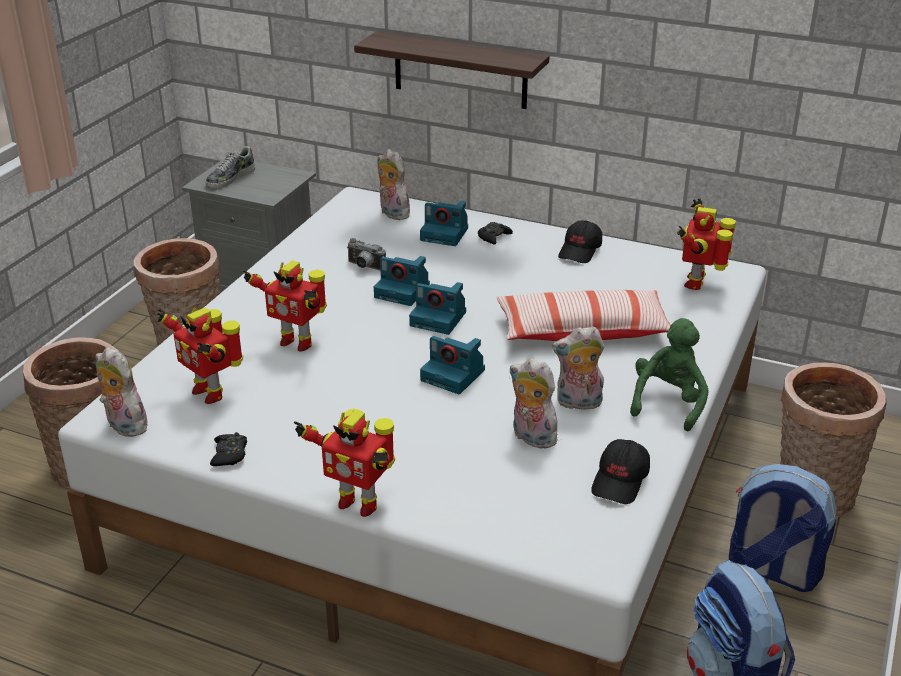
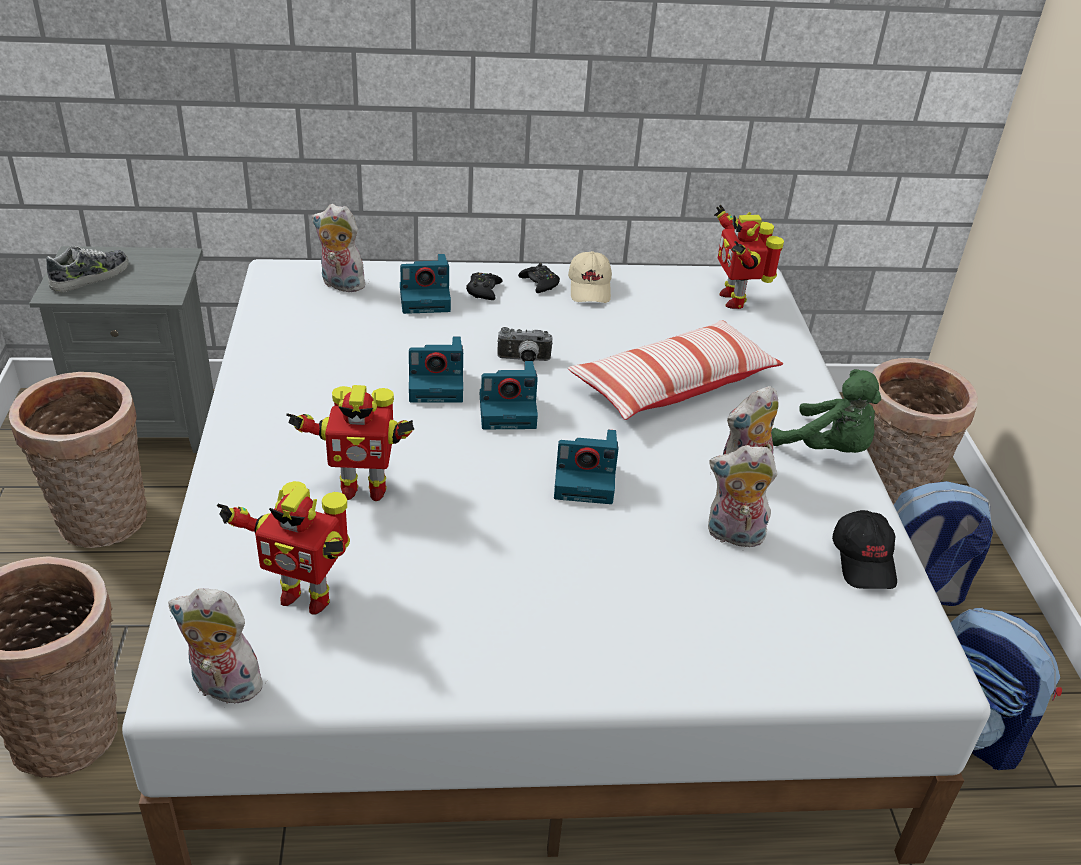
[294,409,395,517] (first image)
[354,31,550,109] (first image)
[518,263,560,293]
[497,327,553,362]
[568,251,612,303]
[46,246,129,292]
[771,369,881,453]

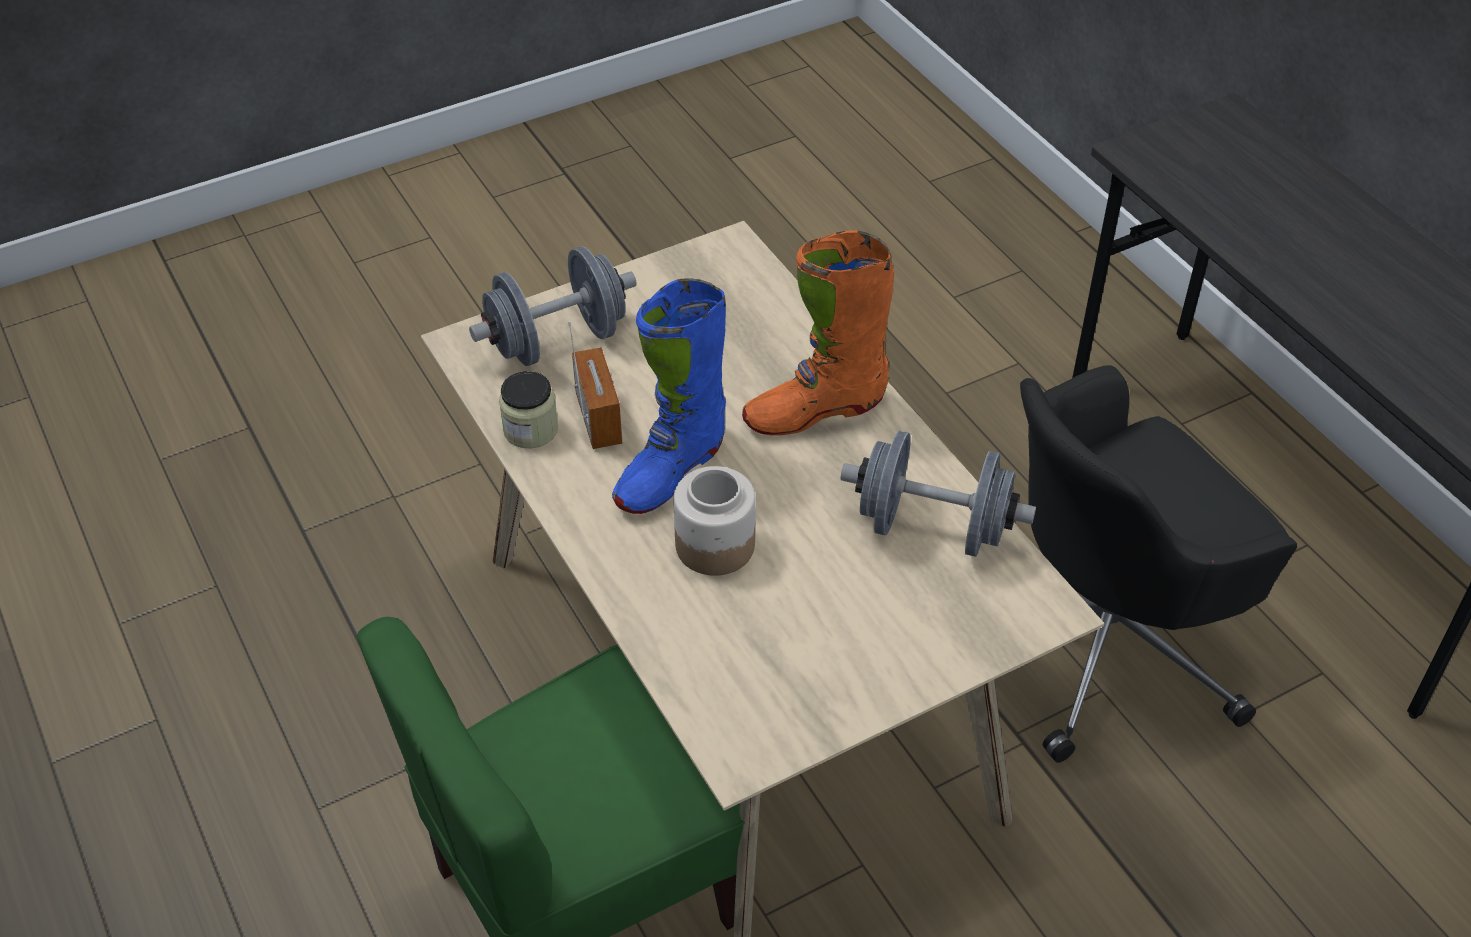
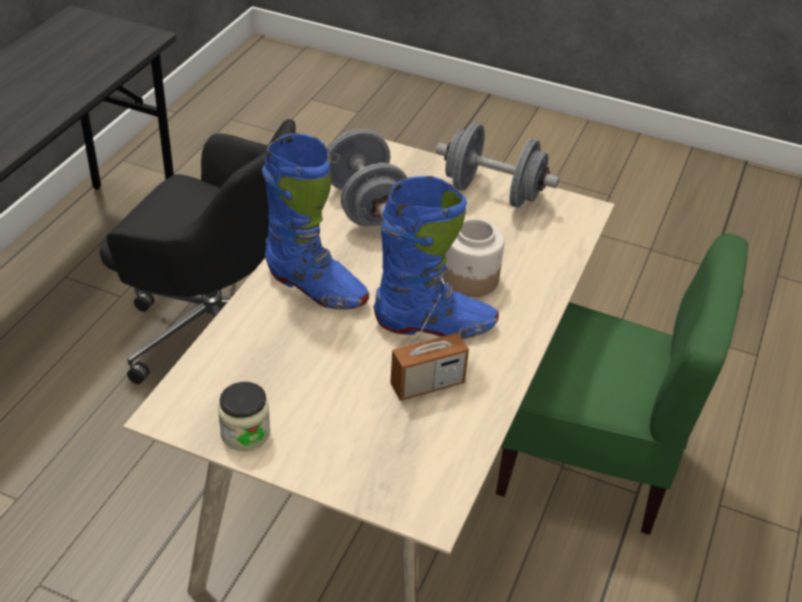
[436,123,559,208]
[218,382,270,451]
[262,133,369,309]
[390,294,469,401]

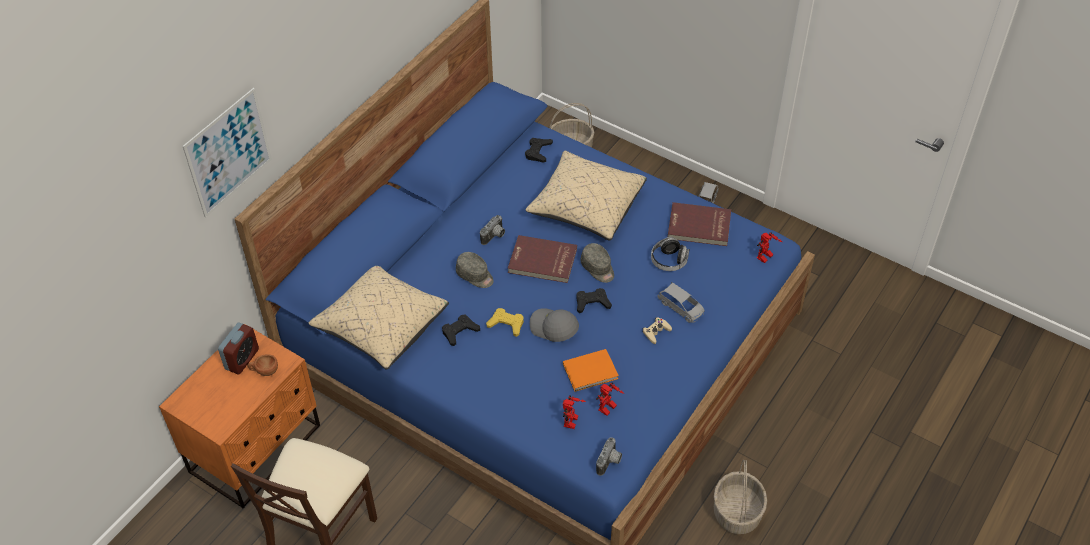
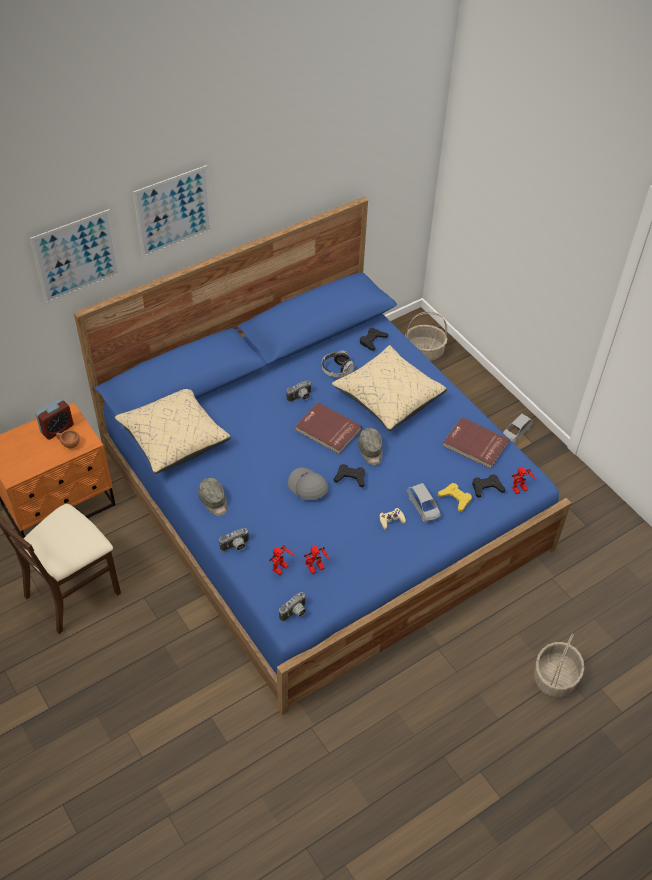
[563,349,619,392] (first image)
[133,165,212,258]
[219,528,249,551]
[472,474,506,498]
[198,478,228,516]
[438,483,472,512]
[322,350,355,377]
[534,633,584,697]

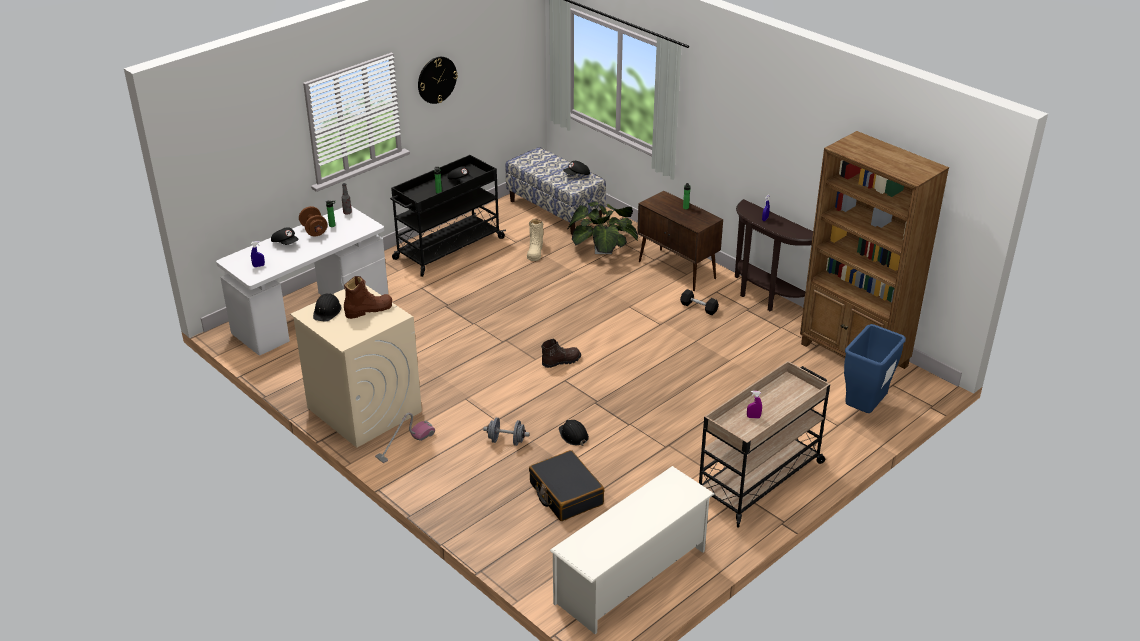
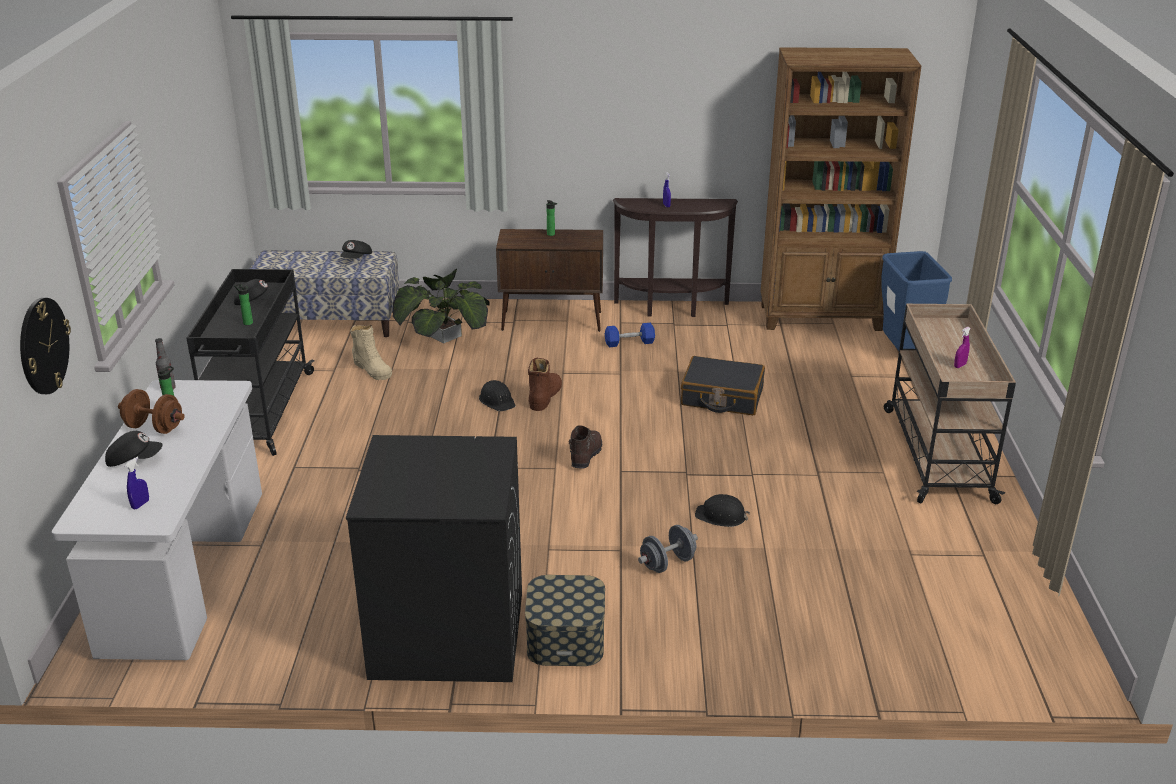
[549,466,714,634] (first image)
[479,380,516,411]
[528,358,562,411]
[20,298,71,394]
[681,356,765,415]
[525,575,605,666]
[346,435,522,682]
[605,323,655,347]

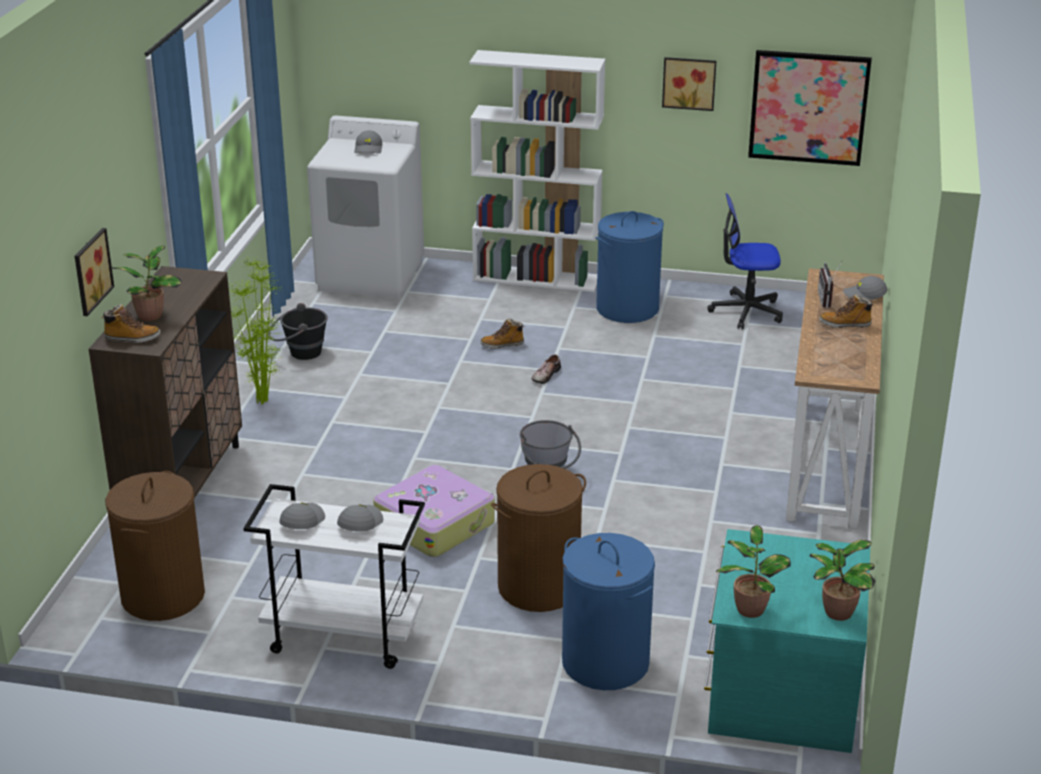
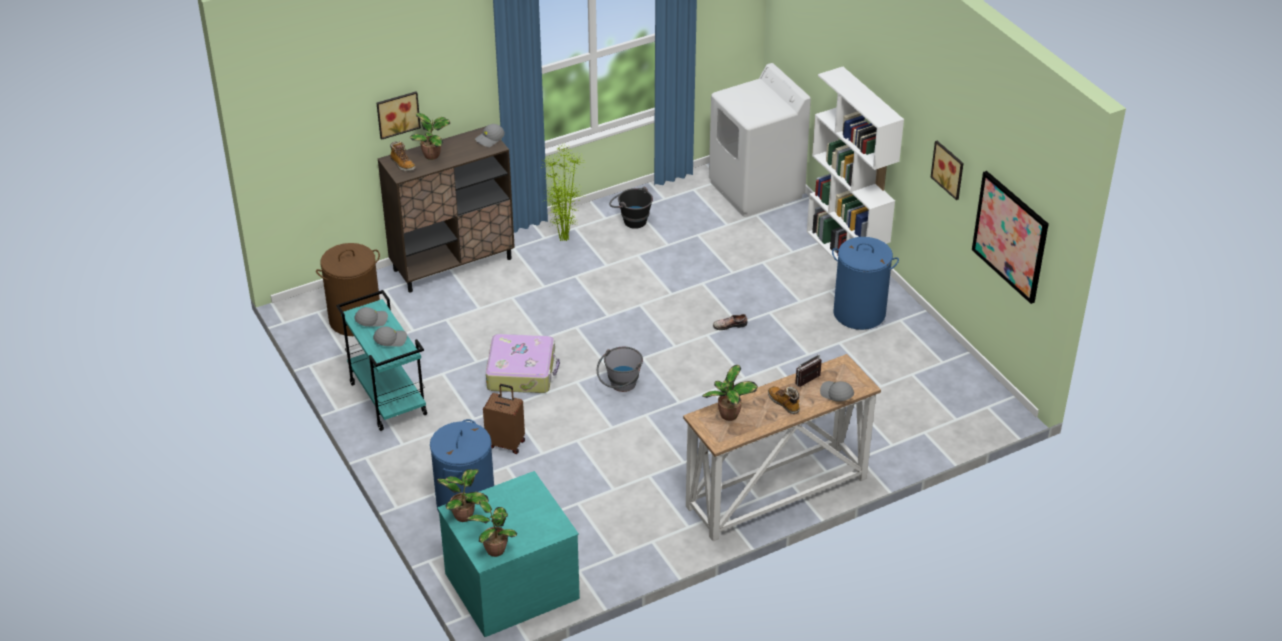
[480,318,524,349] (first image)
[707,193,783,329] (first image)
[702,365,758,421]
[475,124,504,147]
[483,384,525,454]
[336,290,427,431]

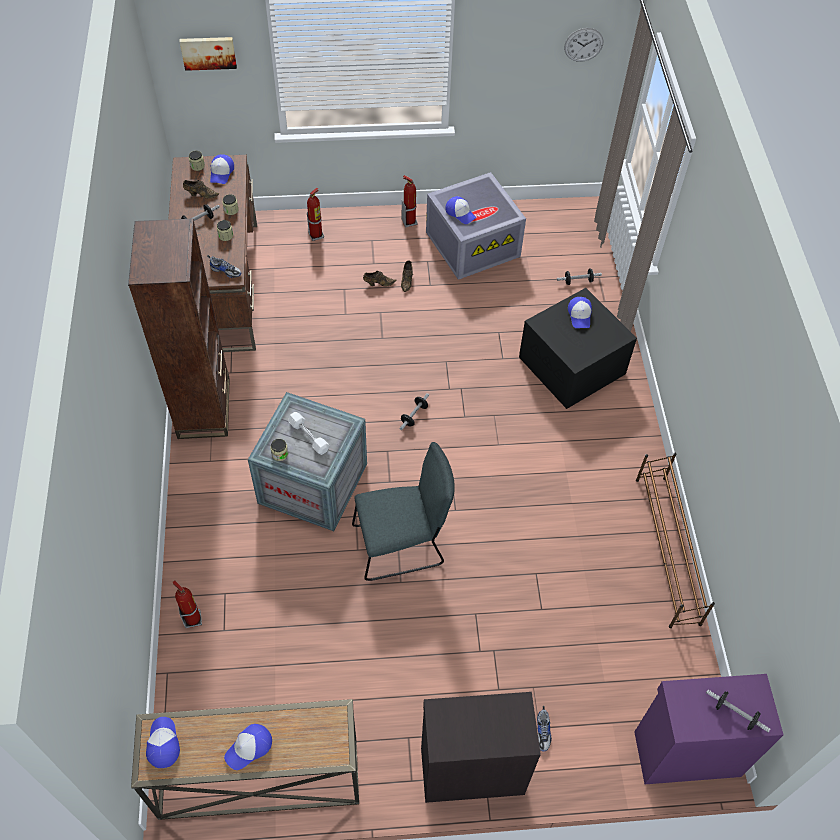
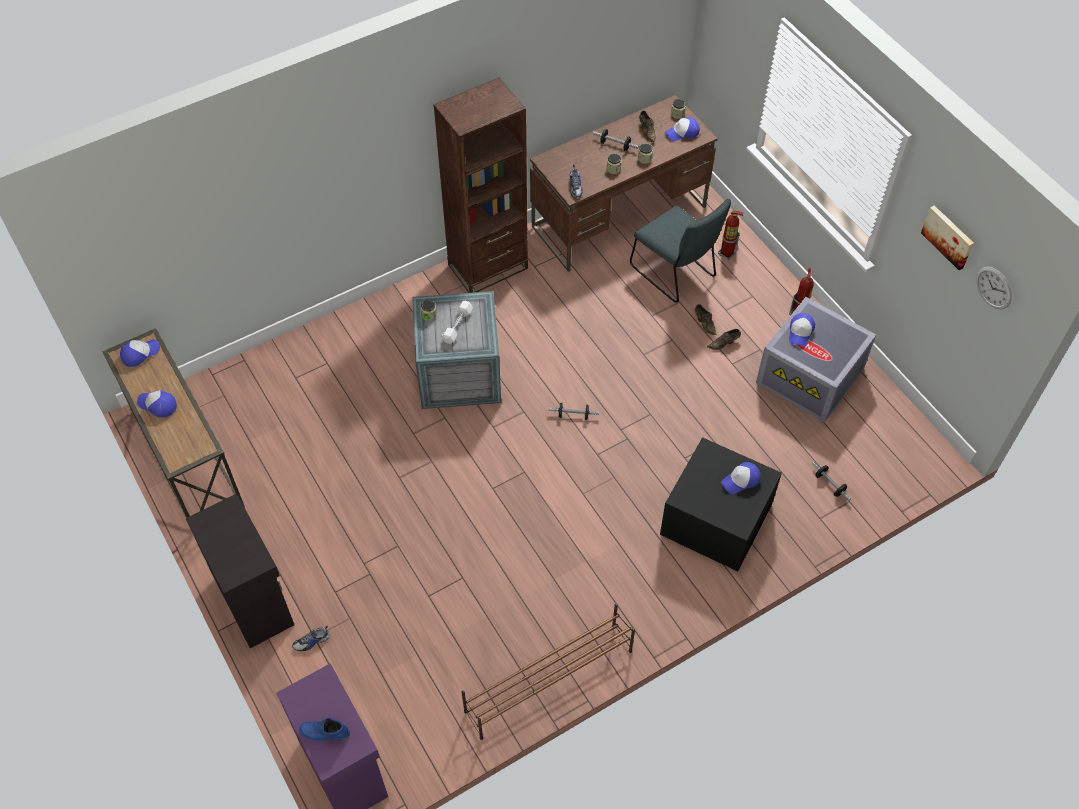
[172,580,202,628] (first image)
[921,205,974,270]
[630,199,731,303]
[299,718,350,741]

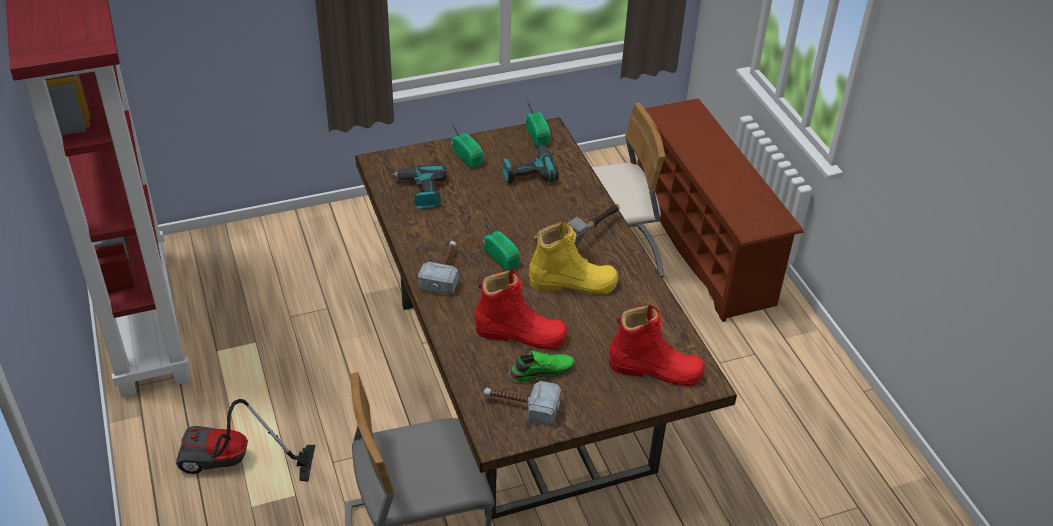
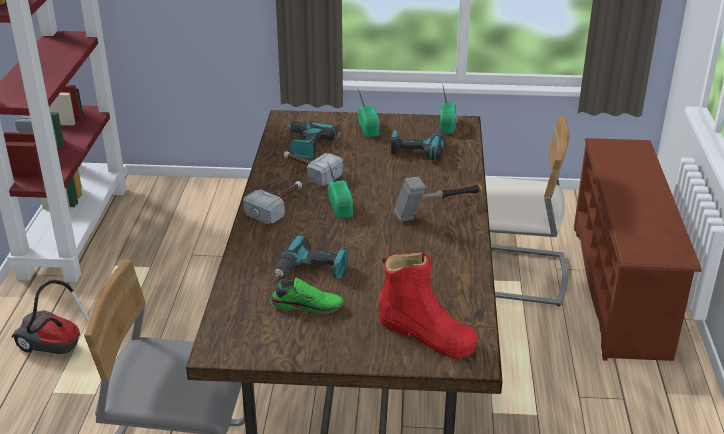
[529,222,618,294] (first image)
[284,151,343,186]
[274,235,347,279]

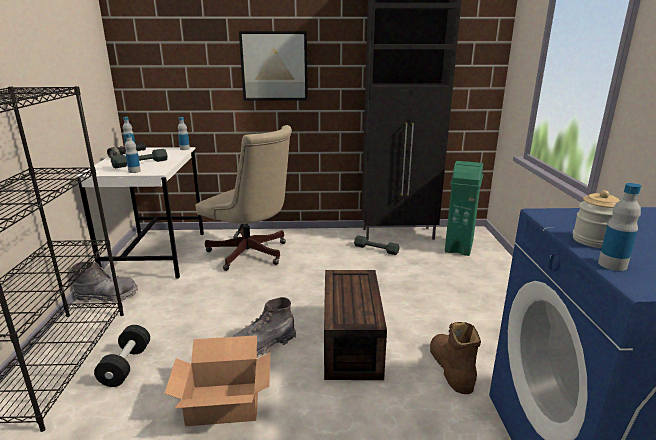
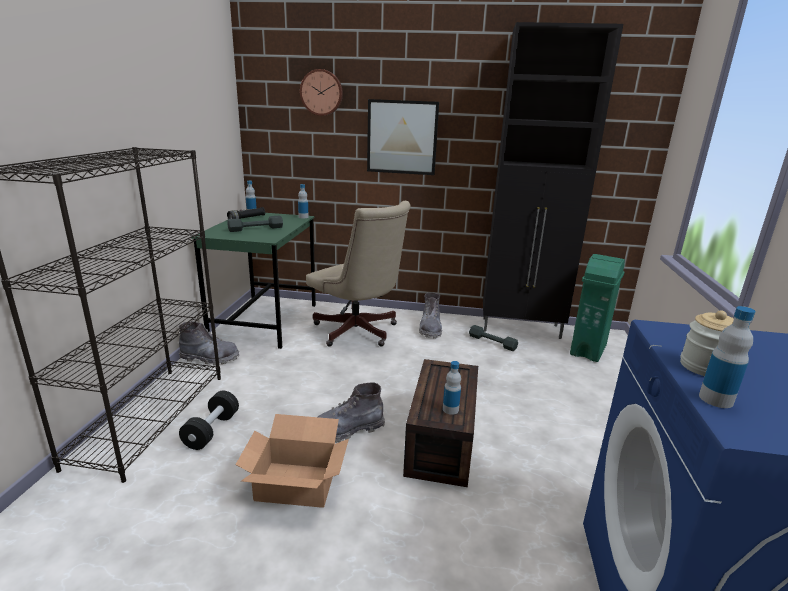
[430,322,481,394] (first image)
[300,69,343,116]
[419,293,442,338]
[443,361,461,415]
[191,213,316,349]

